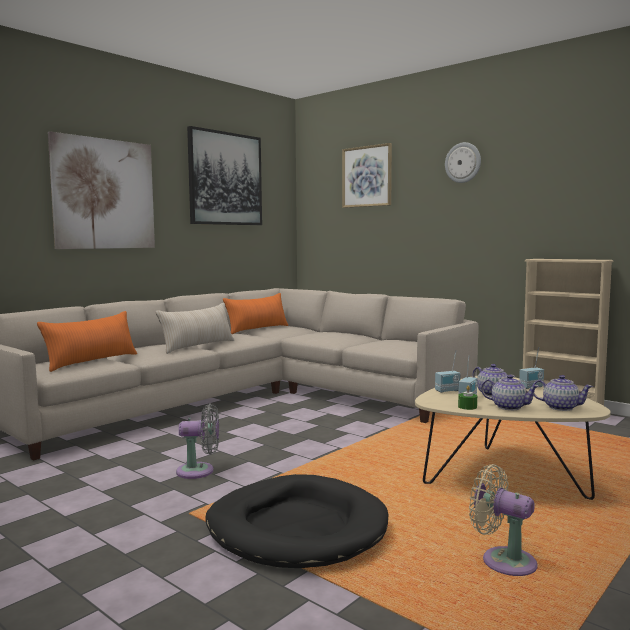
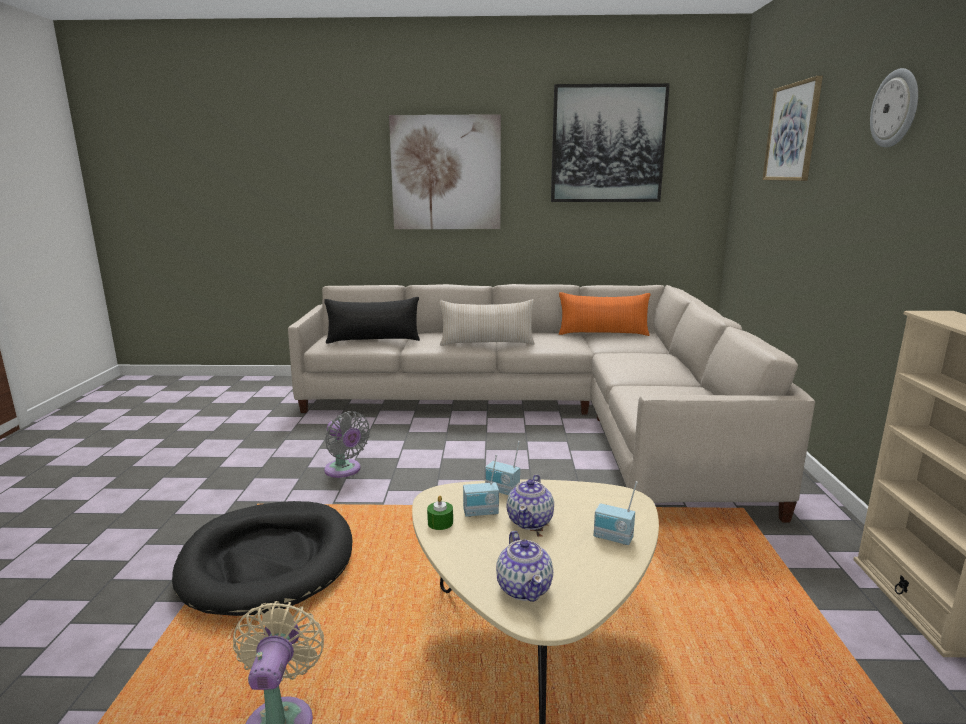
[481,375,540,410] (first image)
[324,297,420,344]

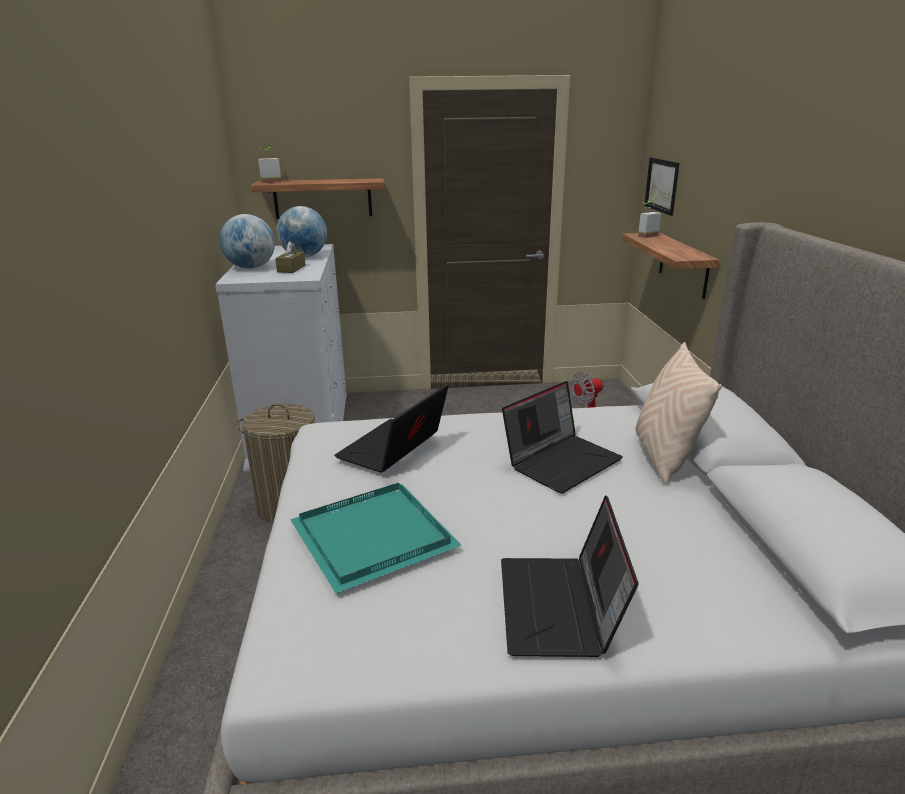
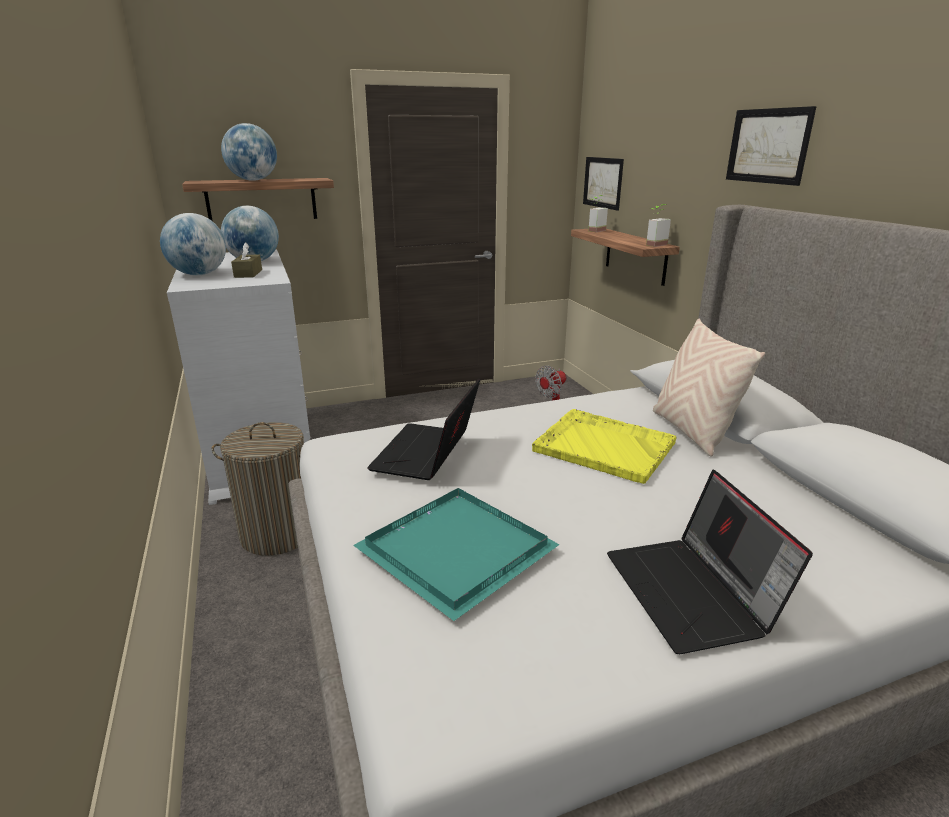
[221,123,277,181]
[726,106,817,186]
[646,204,671,247]
[532,409,677,484]

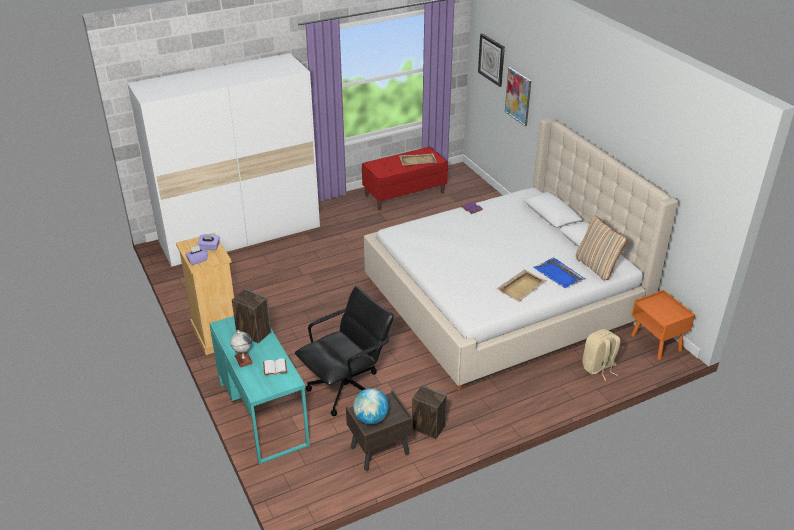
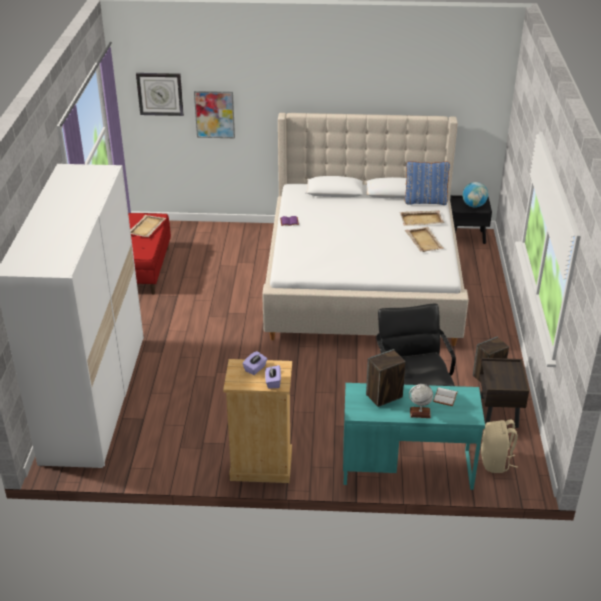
[462,182,488,208]
[481,420,518,473]
[400,210,444,226]
[405,161,450,205]
[450,195,492,244]

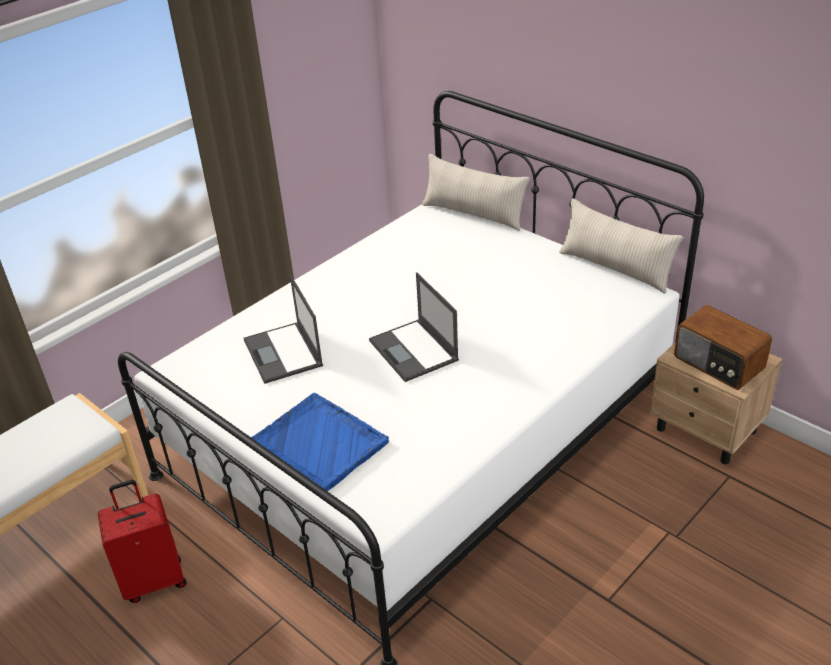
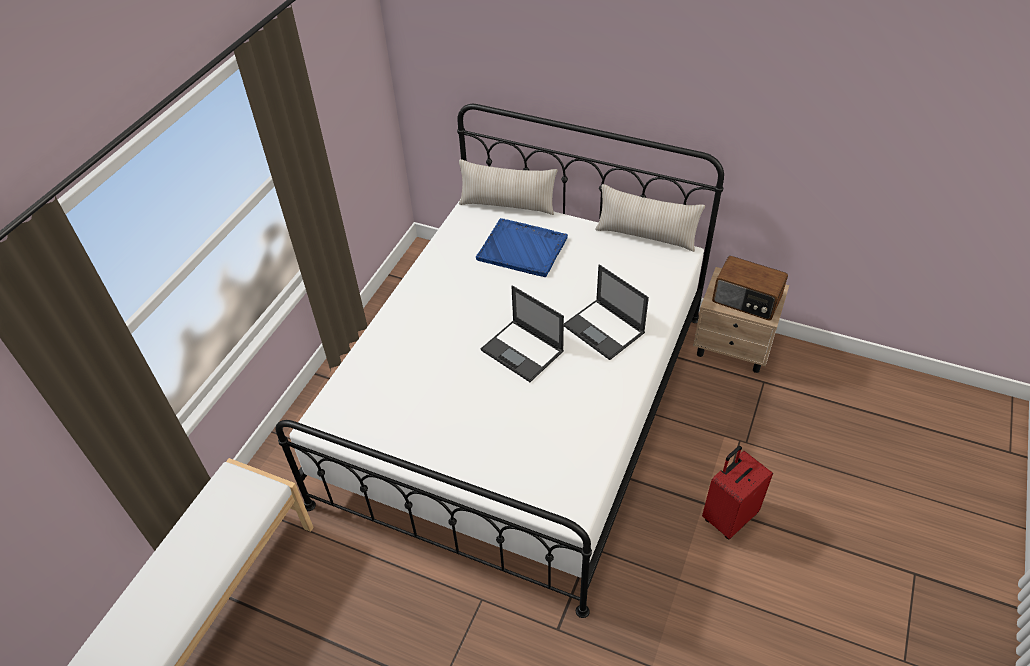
[702,446,773,539]
[564,264,649,360]
[476,218,568,277]

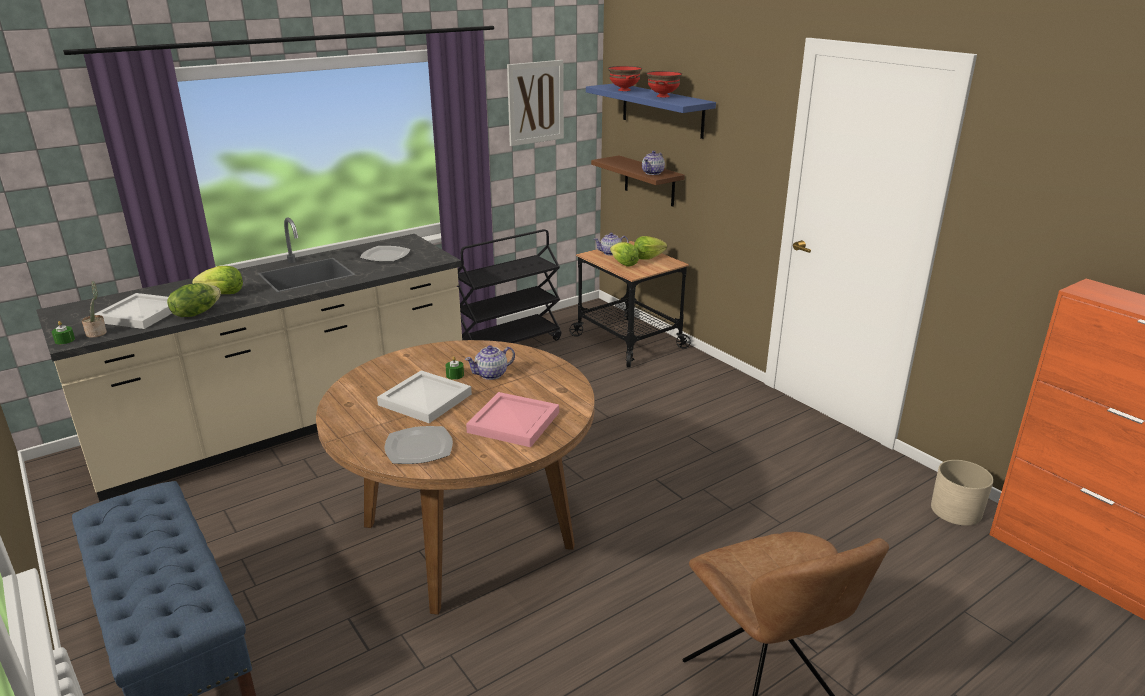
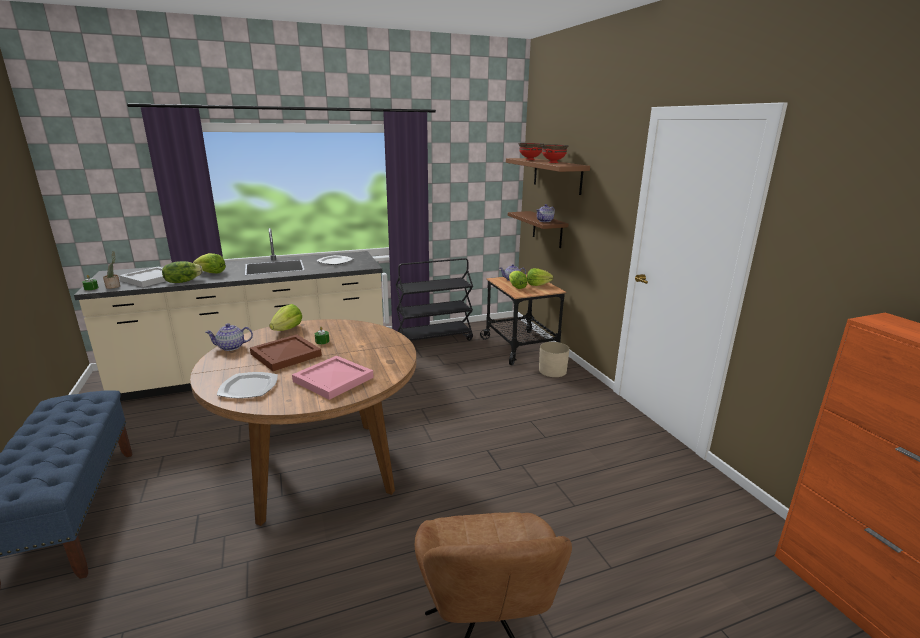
[507,60,564,146] (first image)
[269,304,302,331]
[205,323,253,351]
[539,342,569,377]
[250,334,322,371]
[506,158,590,195]

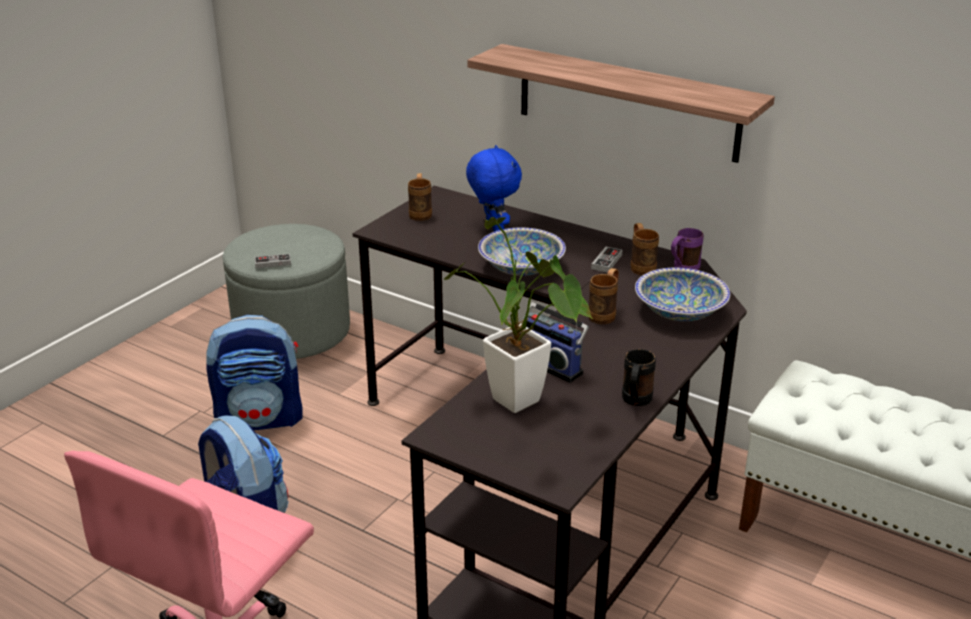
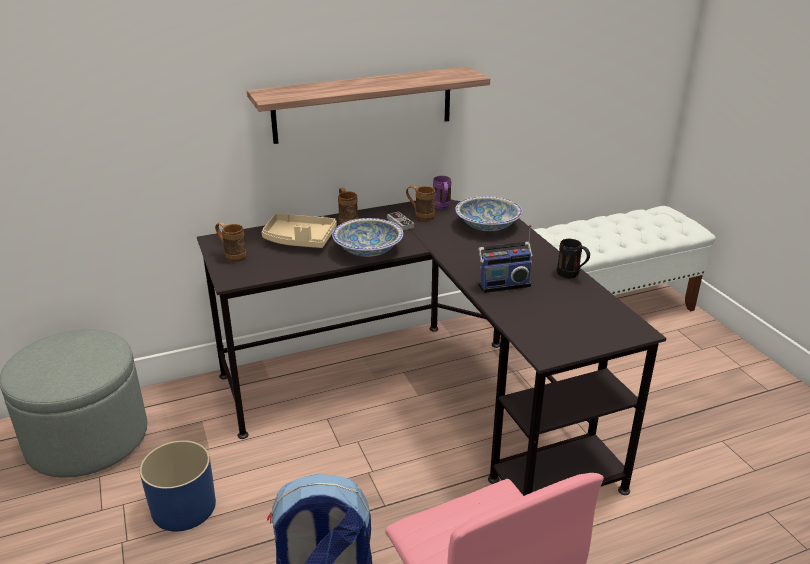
[255,254,291,268] (first image)
[444,217,593,413] (first image)
[338,188,358,224]
[140,440,216,531]
[262,213,337,248]

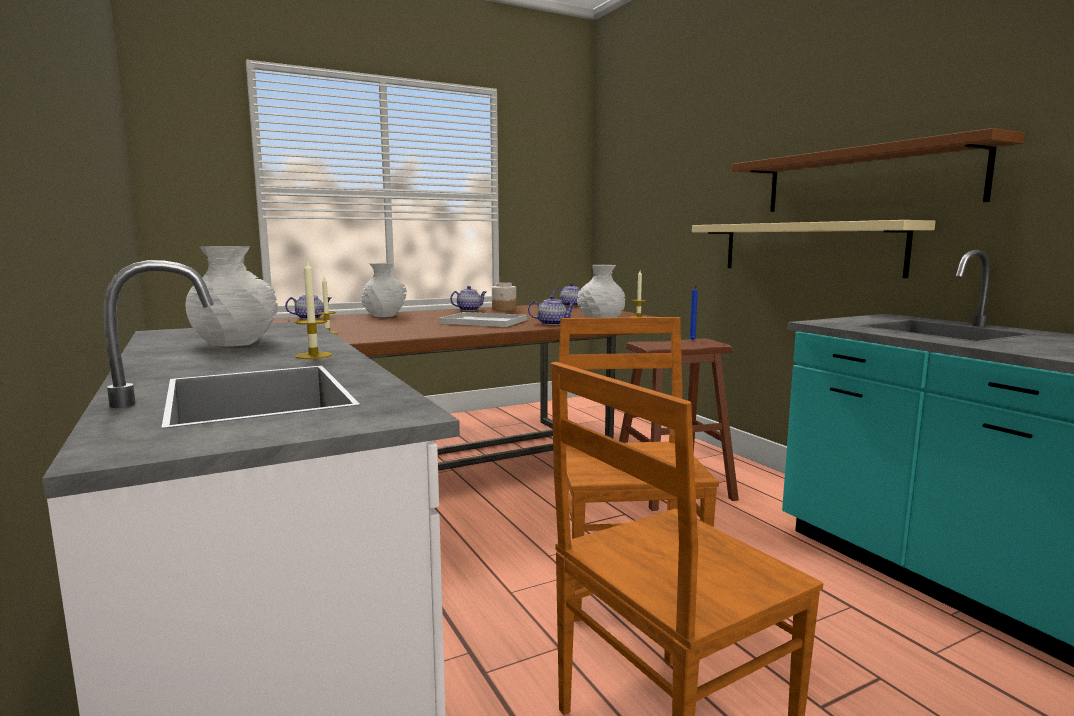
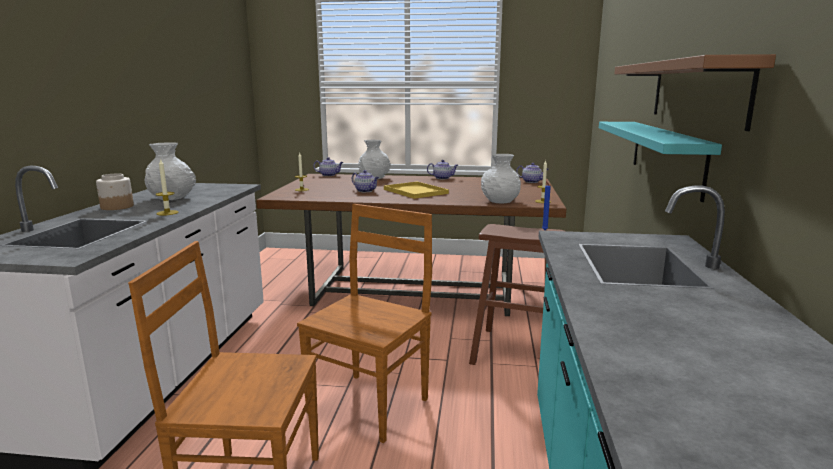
[96,174,134,210]
[352,170,379,192]
[384,182,449,199]
[599,122,722,202]

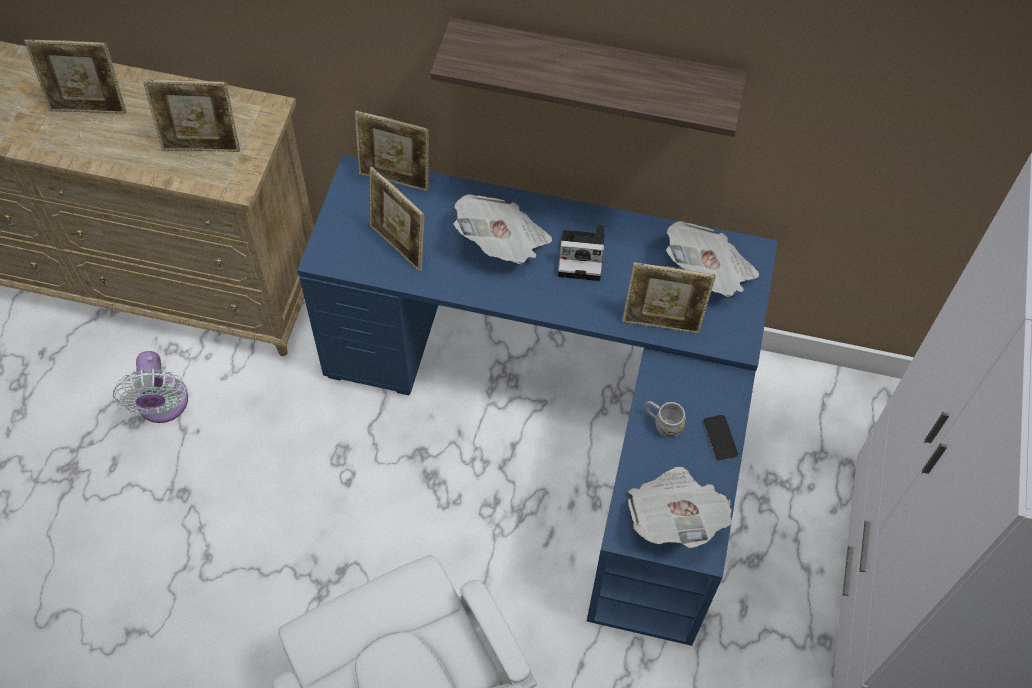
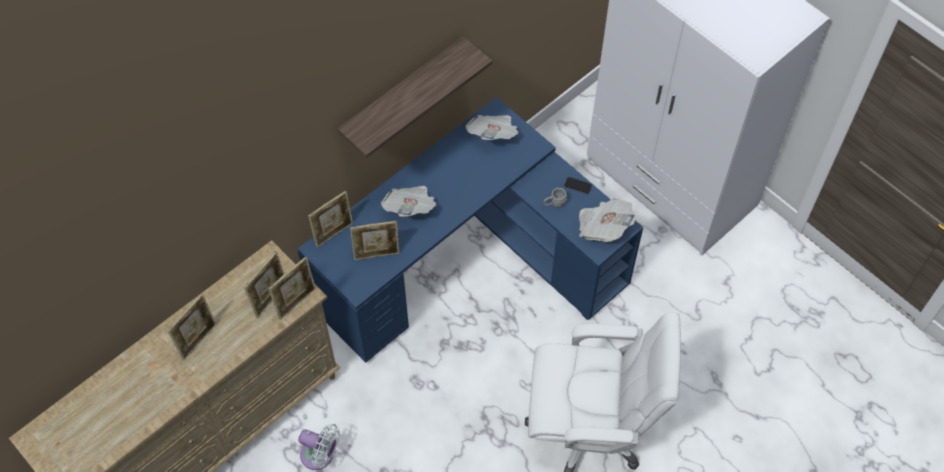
[558,224,604,281] (first image)
[268,257,316,320]

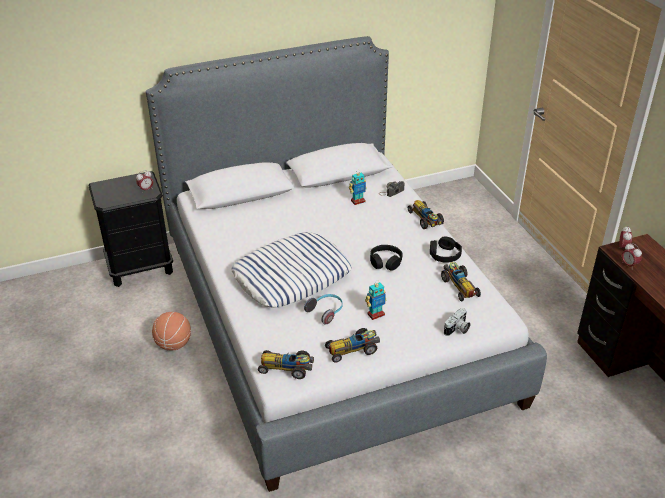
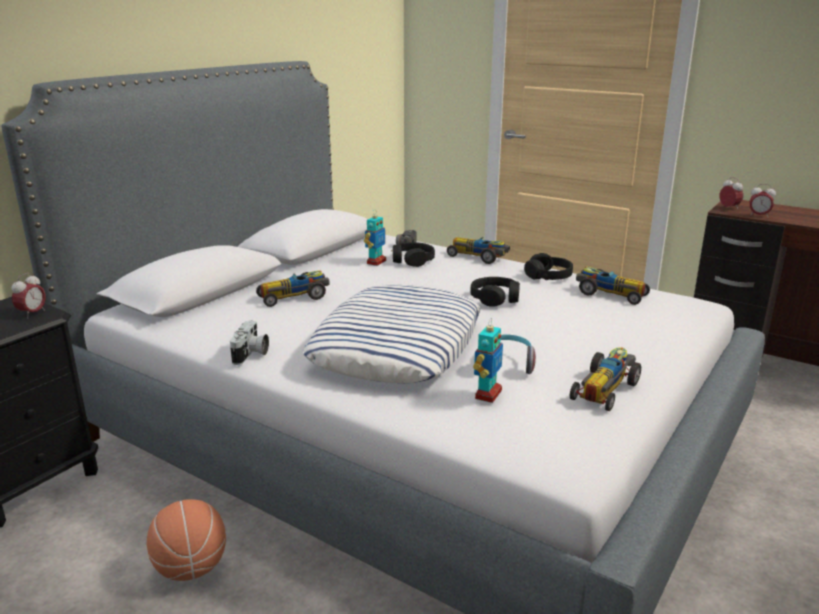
[393,242,435,267]
[256,271,329,307]
[473,318,503,403]
[230,321,269,365]

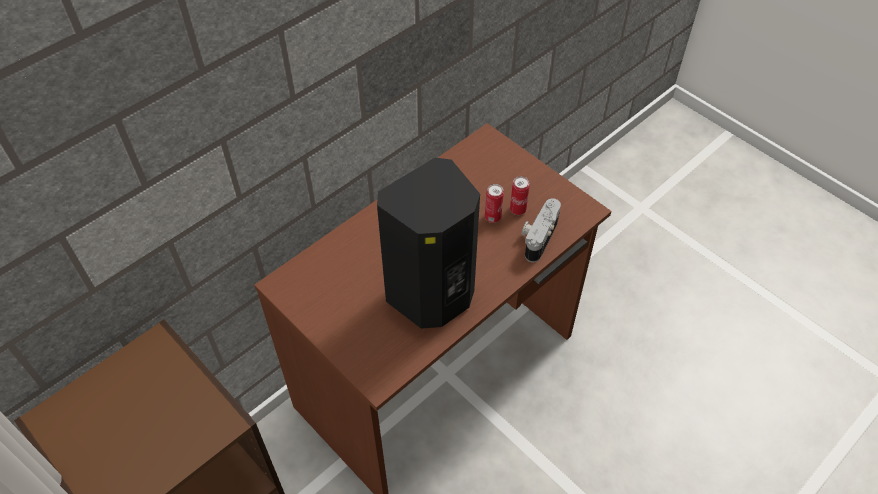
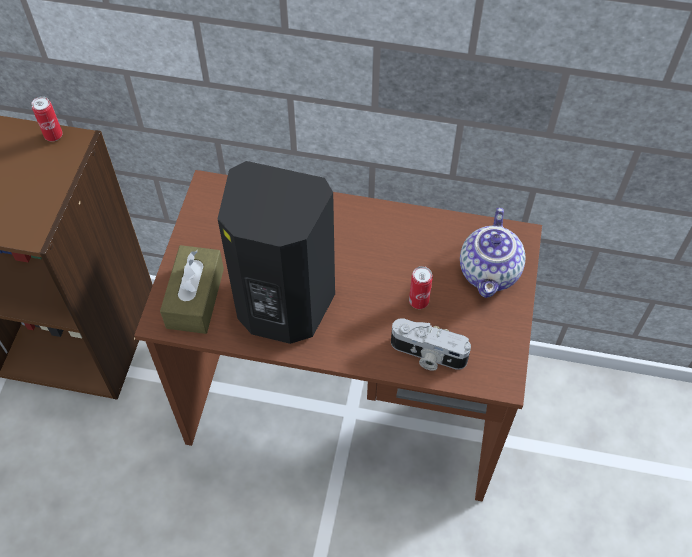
[160,245,224,334]
[460,208,526,298]
[31,96,63,142]
[391,318,471,371]

